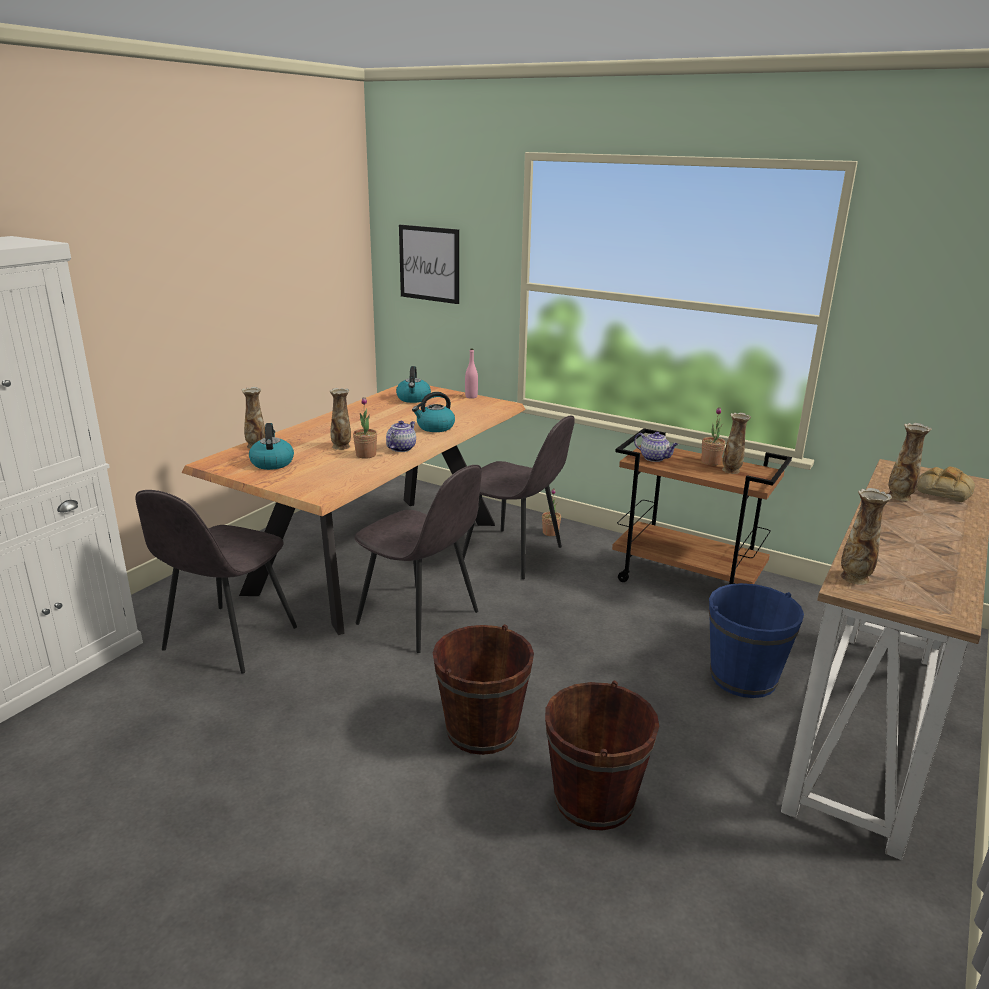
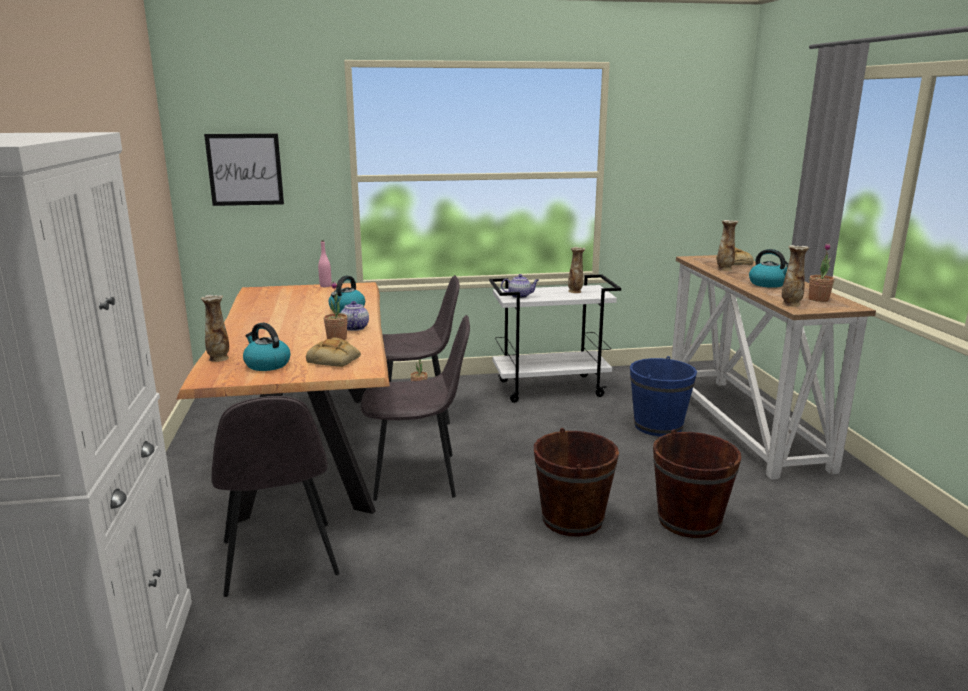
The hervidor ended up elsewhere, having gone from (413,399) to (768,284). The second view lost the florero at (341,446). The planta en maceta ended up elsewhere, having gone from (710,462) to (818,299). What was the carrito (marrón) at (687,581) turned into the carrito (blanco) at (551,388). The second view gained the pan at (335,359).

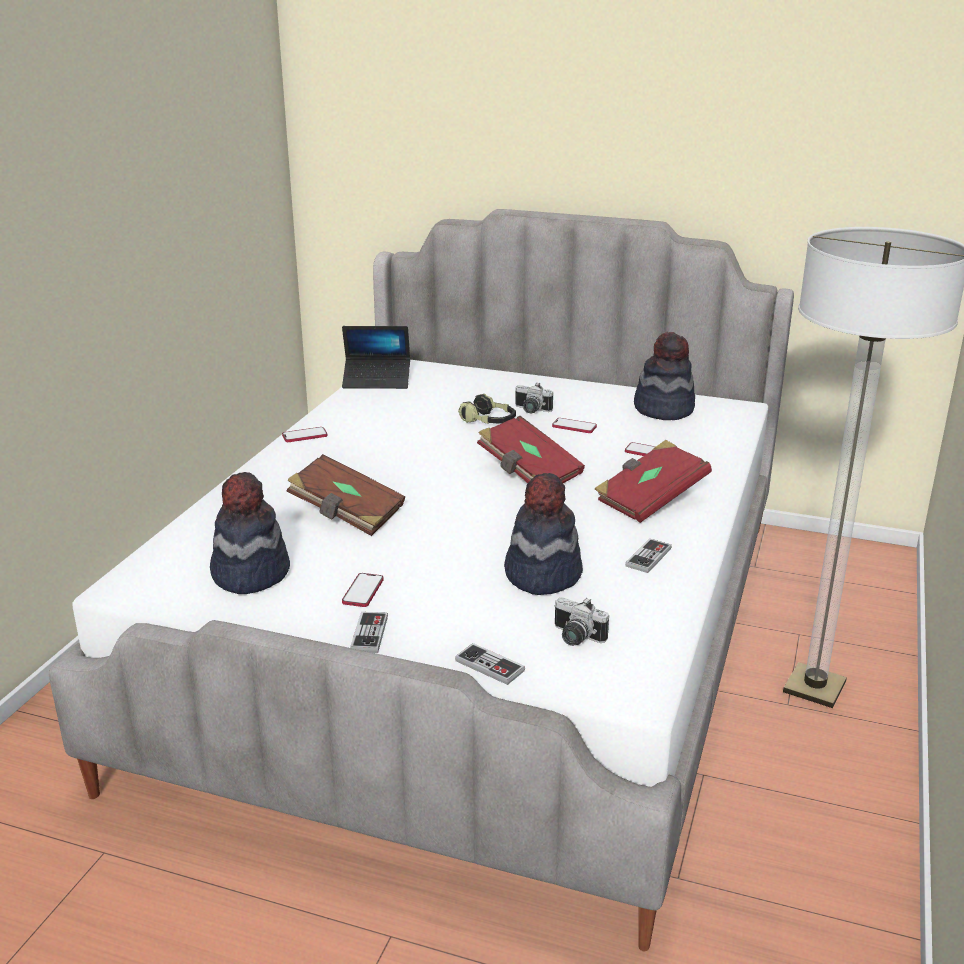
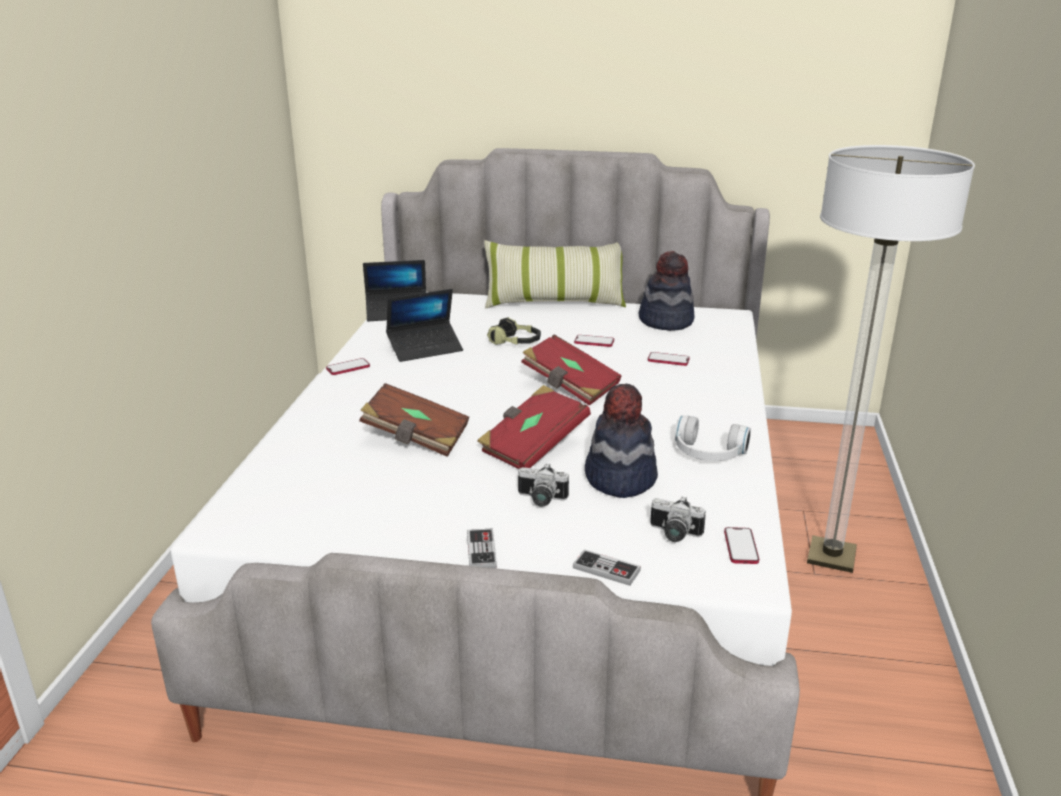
The cámara ended up elsewhere, having gone from (531,410) to (540,500). The libro (rojo) ended up elsewhere, having gone from (650,500) to (533,446). The second view lost the sombrero at (250,573). Where the mando de consola stood at (648,557), the auriculares (blanco) came to stand at (708,454). The móvil ended up elsewhere, having gone from (363,591) to (741,547). The second view gained the cojín at (554,302). The second view gained the portátil at (425,348).

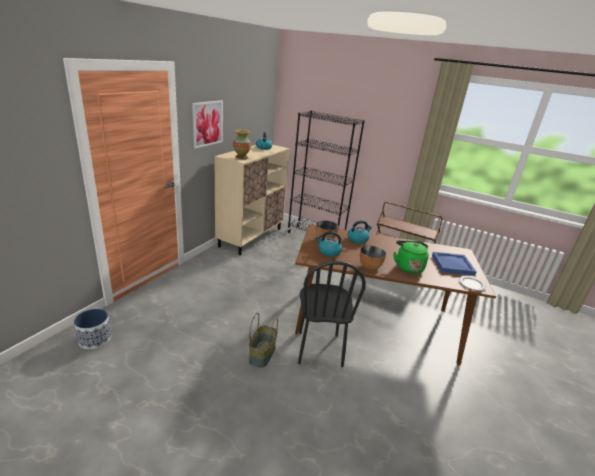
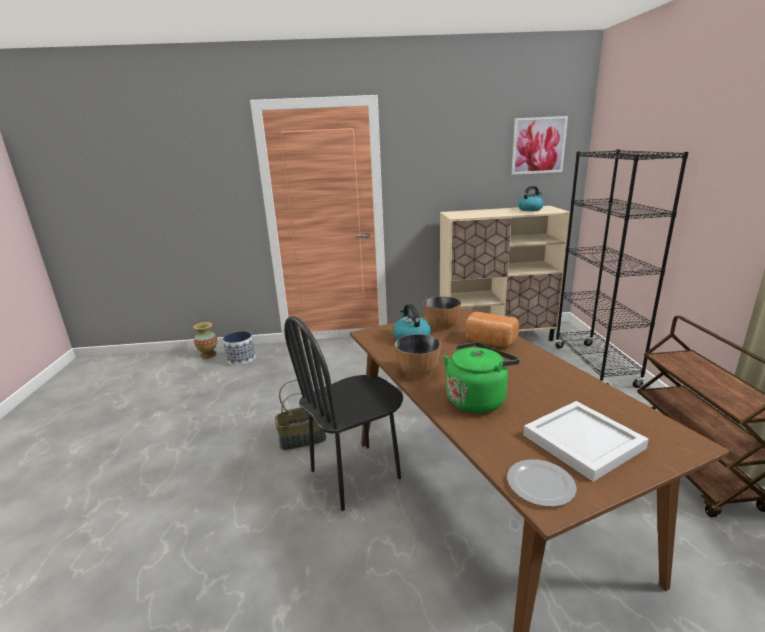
The cuadro ended up elsewhere, having gone from (207,123) to (538,145). The florero ended up elsewhere, having gone from (241,158) to (208,355). Where the hervidor stood at (358,239), the pan came to stand at (489,341). What was the bandeja (azul) at (451,265) turned into the bandeja (blanco) at (582,440).

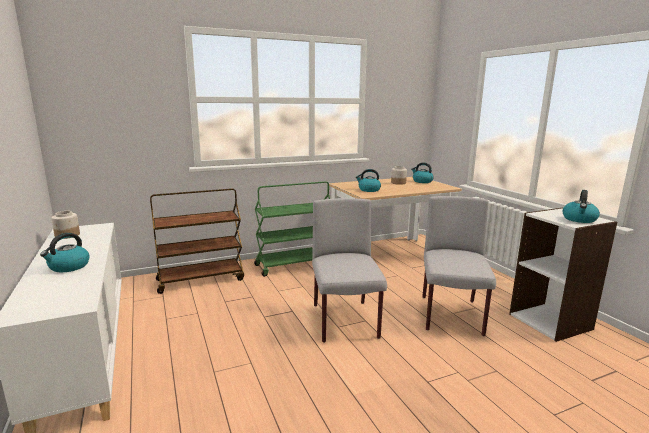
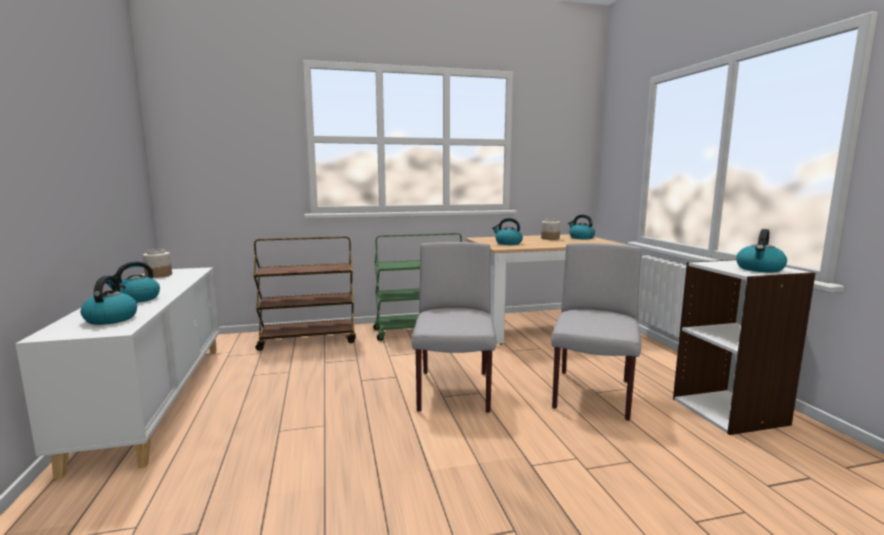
The second view gained the hervidor at (111,319).

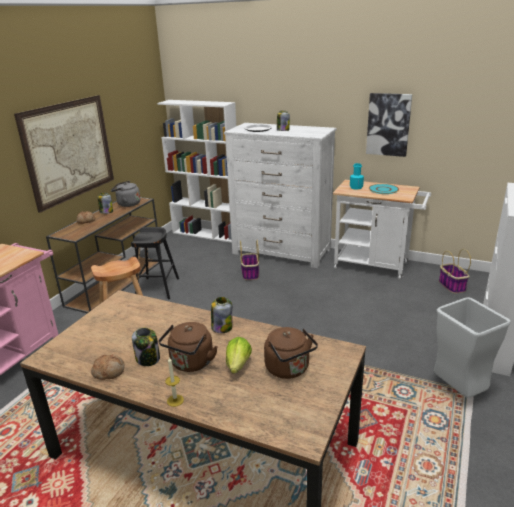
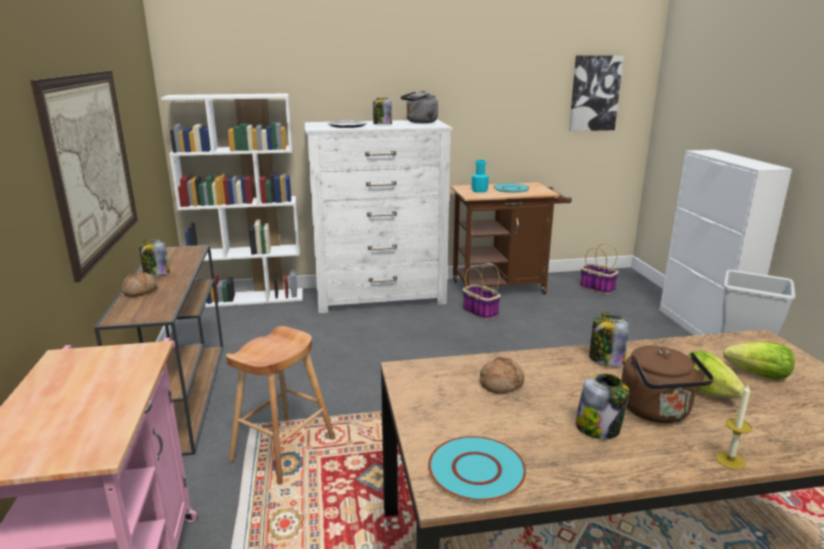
The cuadro ended up elsewhere, having gone from (388,124) to (594,93). What was the carrito (blanco) at (376,266) turned into the carrito (marrón) at (504,287). The hervidor (gris) ended up elsewhere, having gone from (127,204) to (420,122). The second view lost the taburete (negro) at (157,288). The cesta ended up elsewhere, having gone from (250,273) to (479,312). Where the hervidor (marrón) stood at (289,369), the lechuga came to stand at (758,375). The pan ended up elsewhere, having gone from (109,371) to (500,383). The second view gained the plato (turquesa) at (476,469).

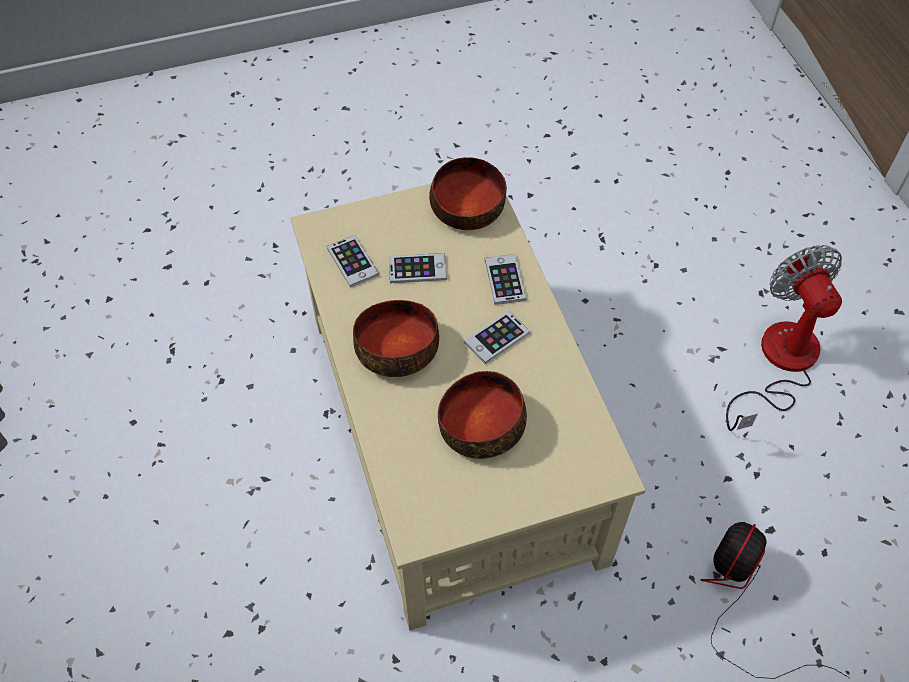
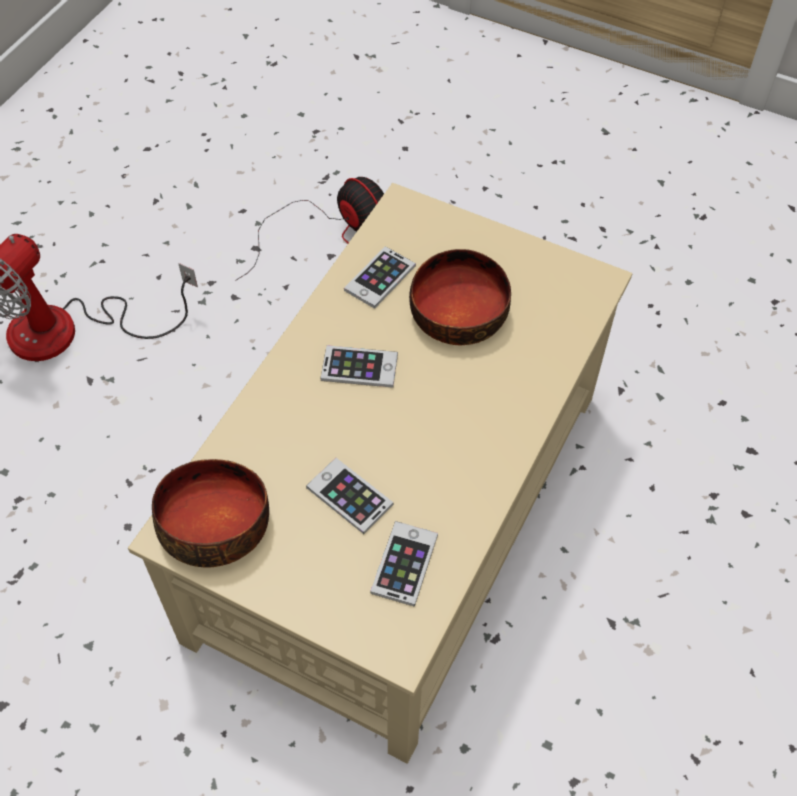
The móvil ended up elsewhere, having gone from (505,280) to (380,278). The second view lost the cuenco at (398,348). The ventilador at (741,598) ended up facing another way, 120 degrees counterclockwise from before.

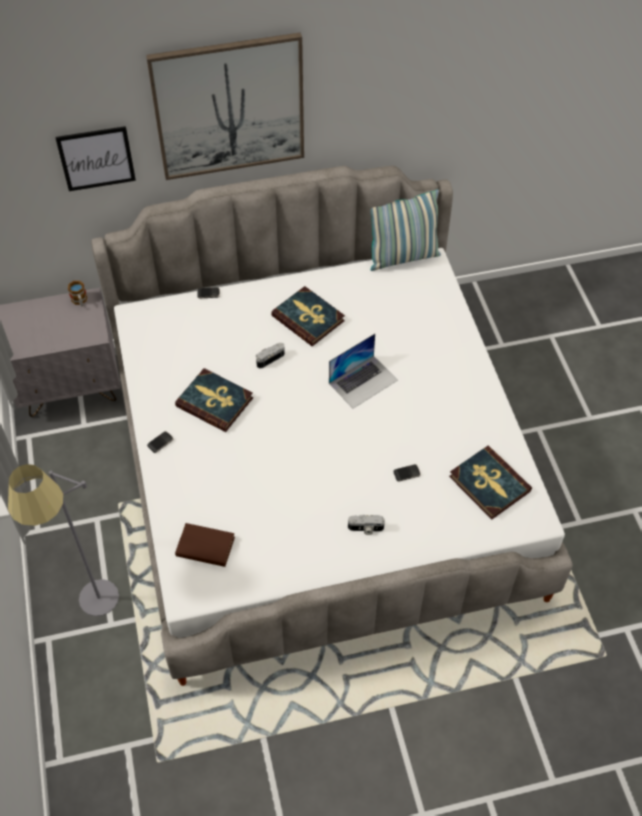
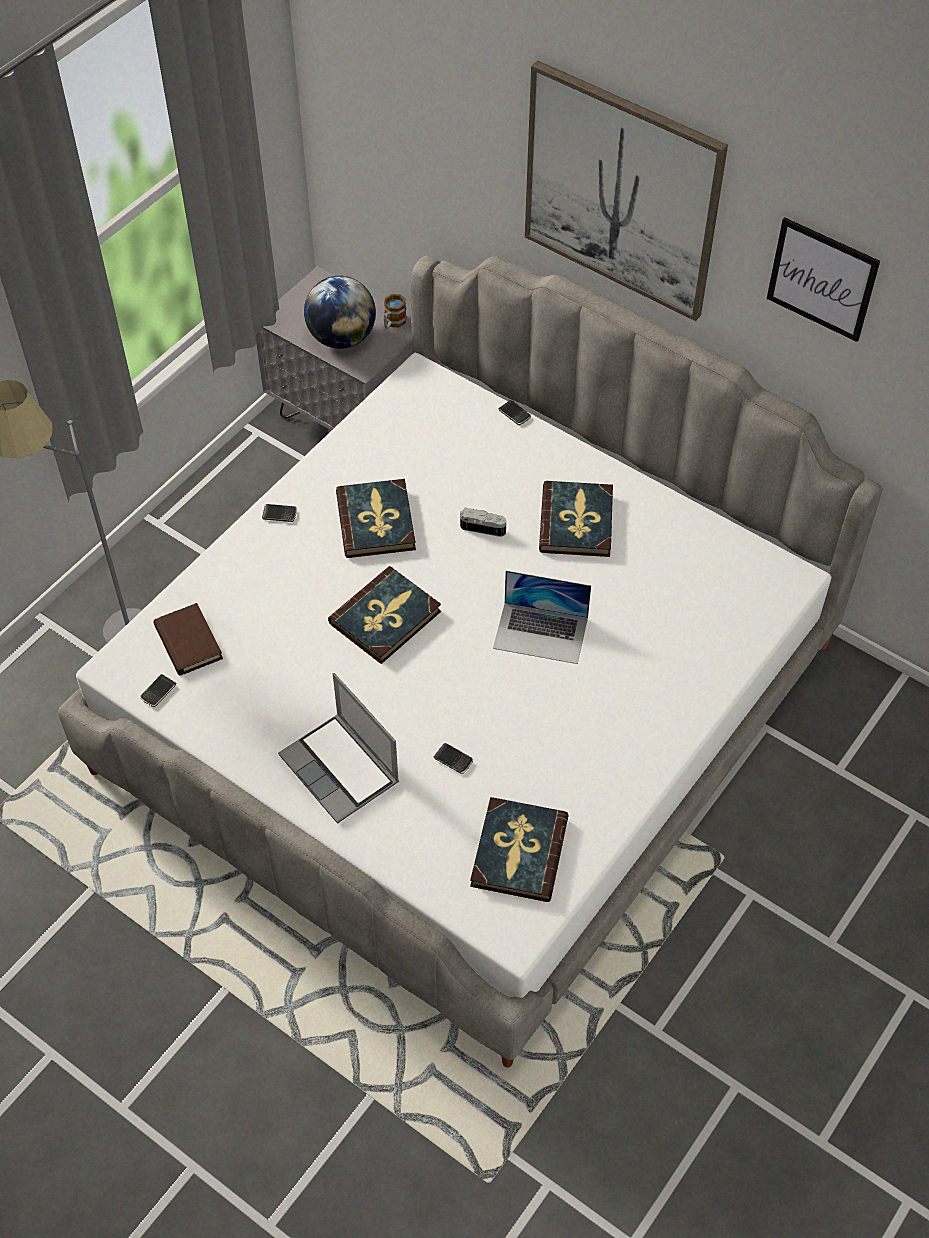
The cuadro ended up elsewhere, having gone from (96,158) to (822,279). The second view lost the cojín at (402,257). Where the cámara stood at (365,529), the portátil came to stand at (341,769). The second view gained the globo terráqueo at (341,338). The second view gained the libro at (385,618). The second view gained the móvil at (158,692).

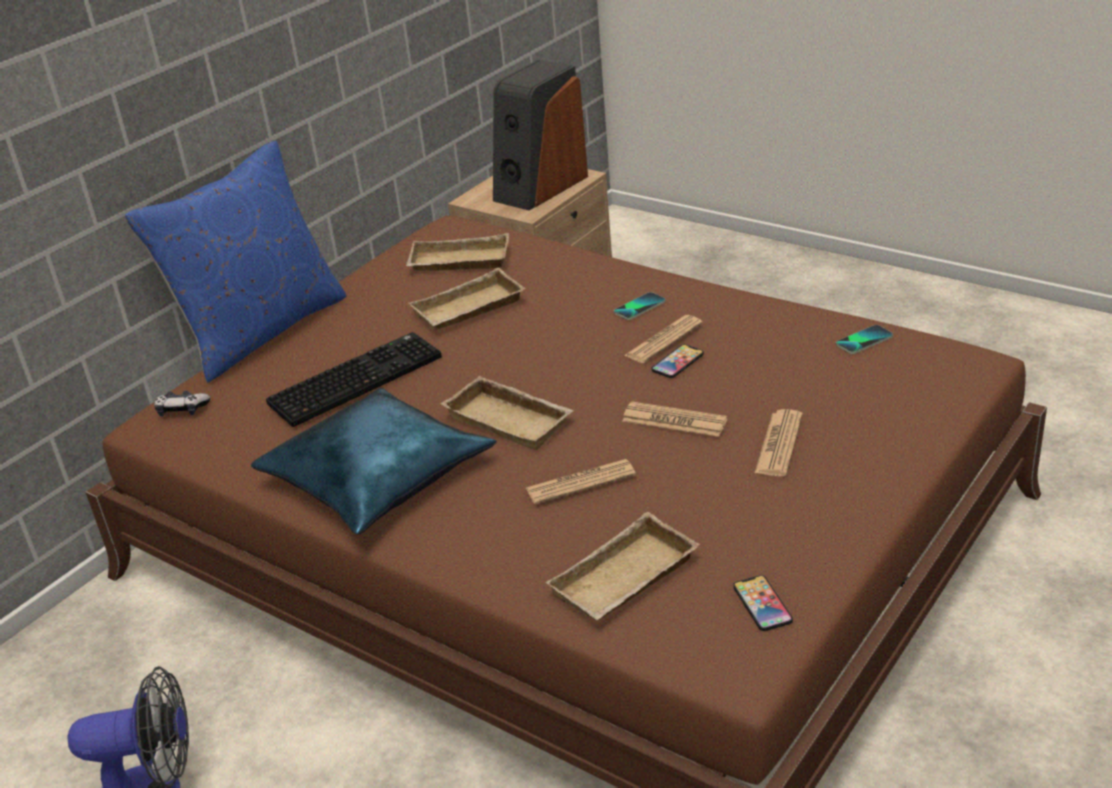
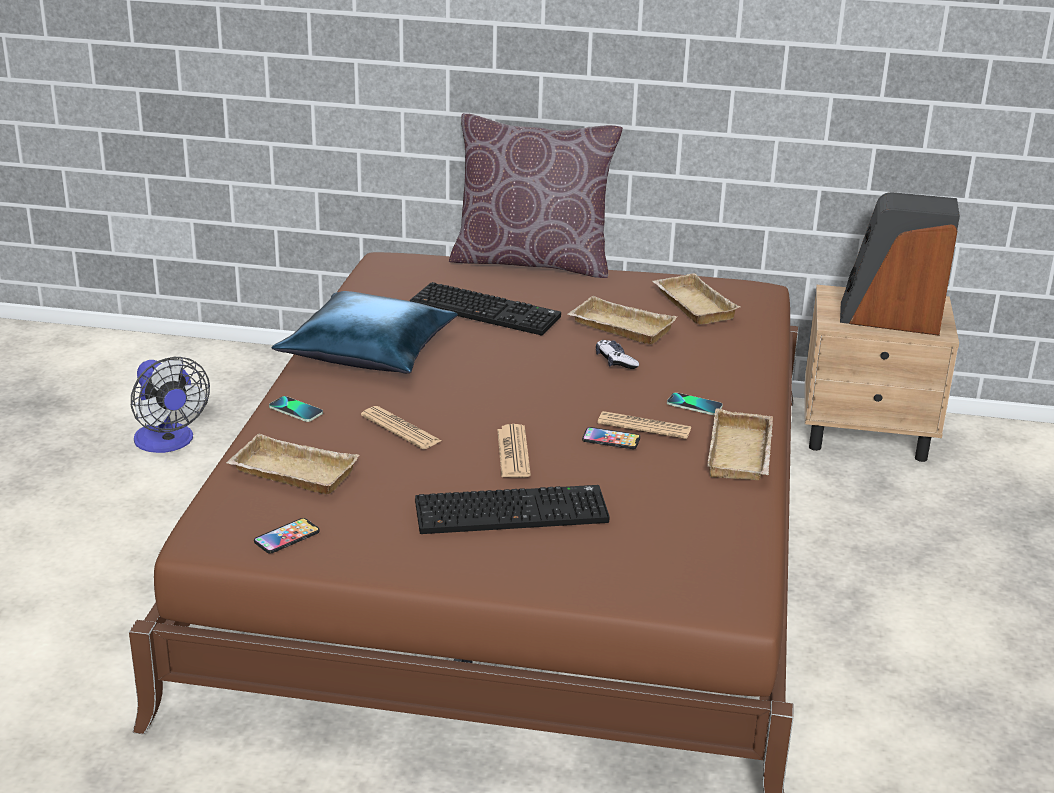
What was the cojín (azul) at (261,331) turned into the cojín (marrón) at (532,261). The móvil ended up elsewhere, having gone from (864,341) to (296,410). The bandeja (beis) ended up elsewhere, having gone from (511,419) to (742,455). The mando de consola ended up elsewhere, having gone from (182,410) to (615,361). Where the periódico stood at (779,444), the teclado came to stand at (513,511).

